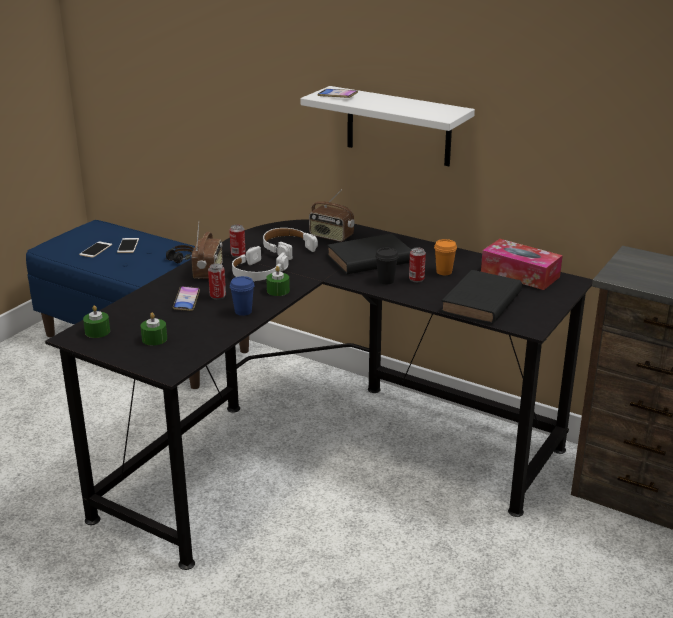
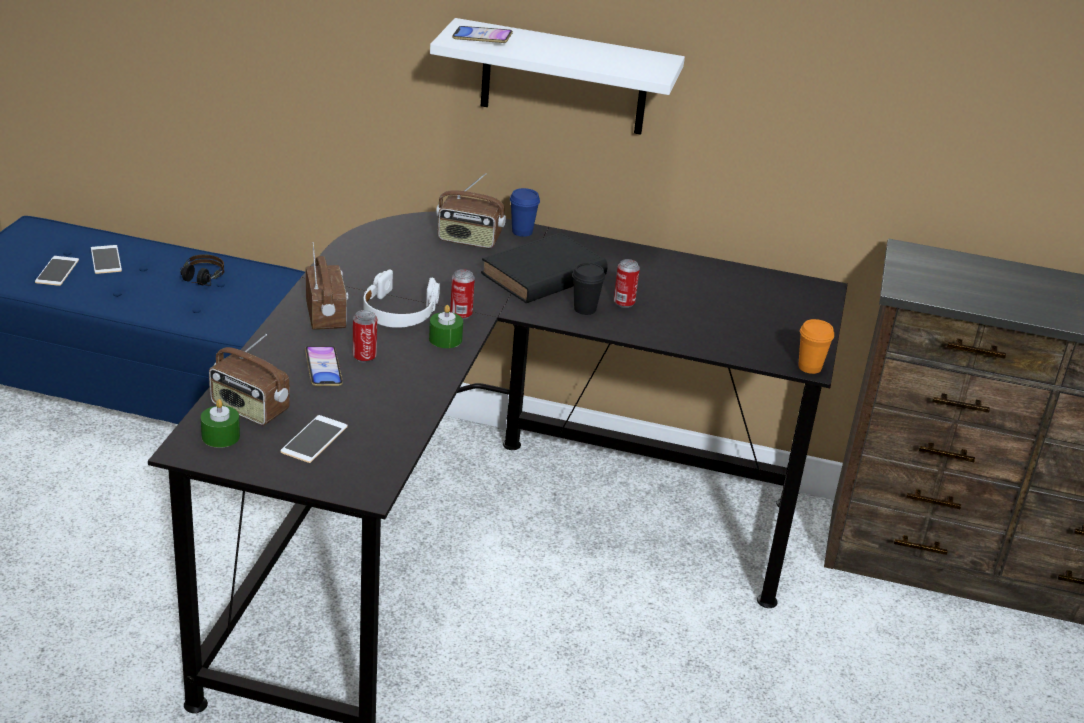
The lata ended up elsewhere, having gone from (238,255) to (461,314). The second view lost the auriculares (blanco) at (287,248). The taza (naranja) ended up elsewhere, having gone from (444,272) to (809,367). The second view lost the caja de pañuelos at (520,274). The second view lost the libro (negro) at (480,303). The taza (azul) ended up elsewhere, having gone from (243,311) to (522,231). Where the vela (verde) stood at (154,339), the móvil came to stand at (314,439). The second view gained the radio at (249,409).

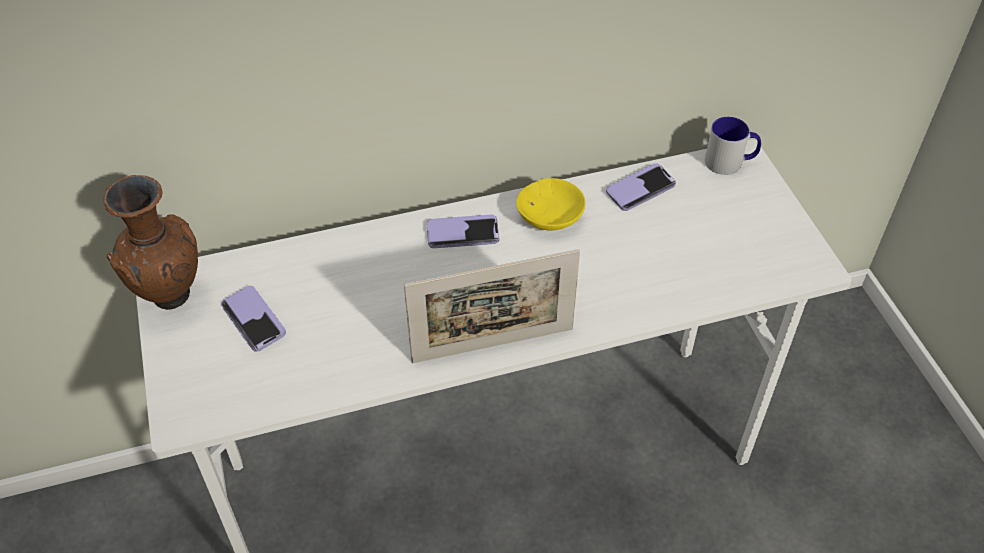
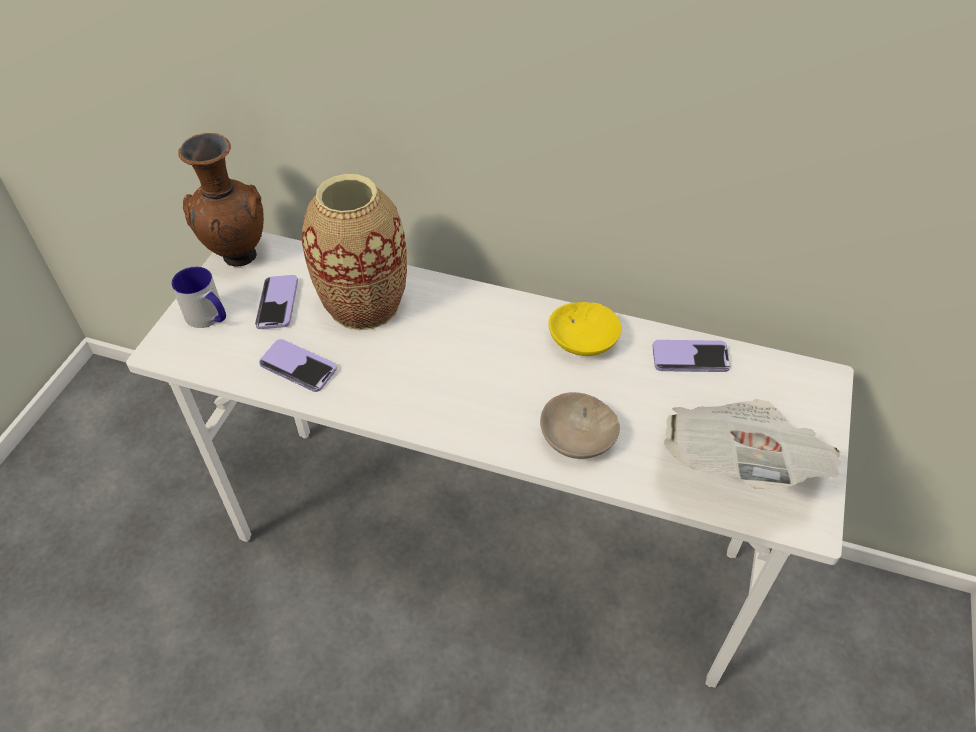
The taza grande ended up elsewhere, having gone from (730,162) to (209,317). The móvil ended up elsewhere, having gone from (462,233) to (298,367). The second view lost the portarretratos at (493,345). The second view gained the florero at (364,304). The second view gained the cuenco (beis) at (575,438). The second view gained the periódico at (738,465).

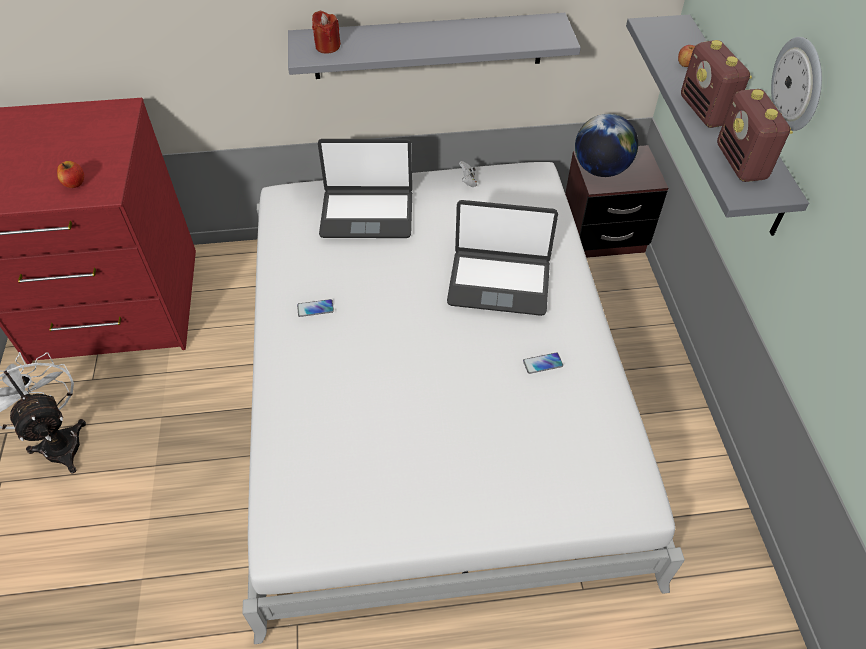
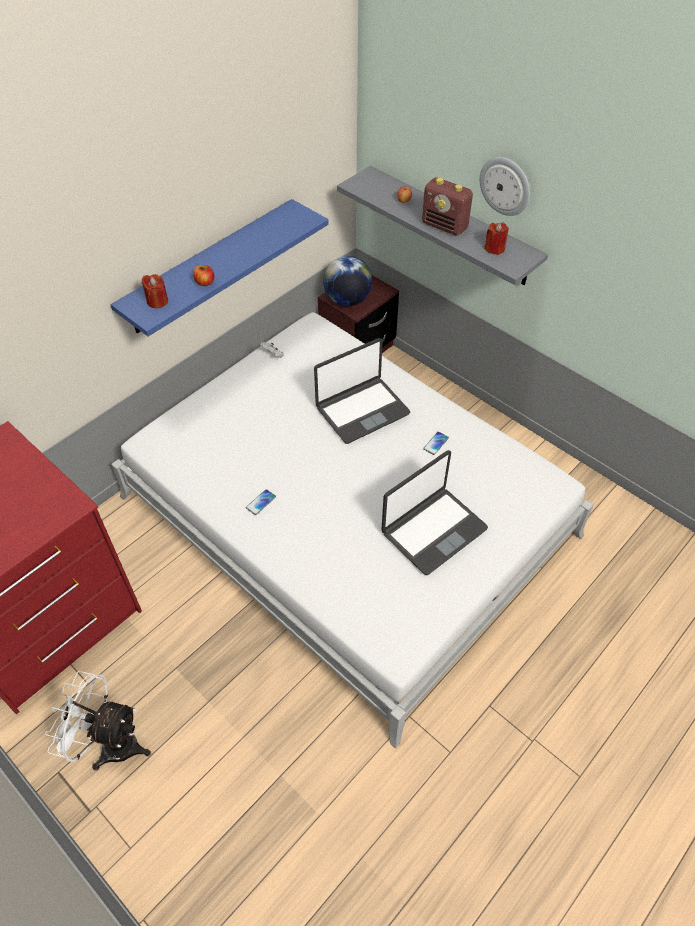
What was the estante (gris) at (428,46) turned into the estante (azul) at (210,266). Where the radio stood at (741,163), the vela (rojo) came to stand at (494,248). The portátil ended up elsewhere, having gone from (367,214) to (433,530). The manzana ended up elsewhere, having gone from (74,183) to (205,282).

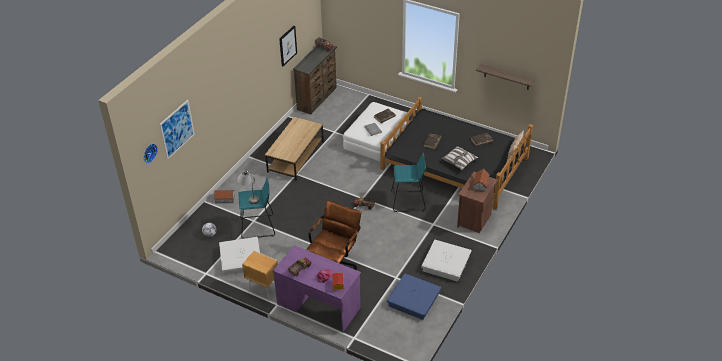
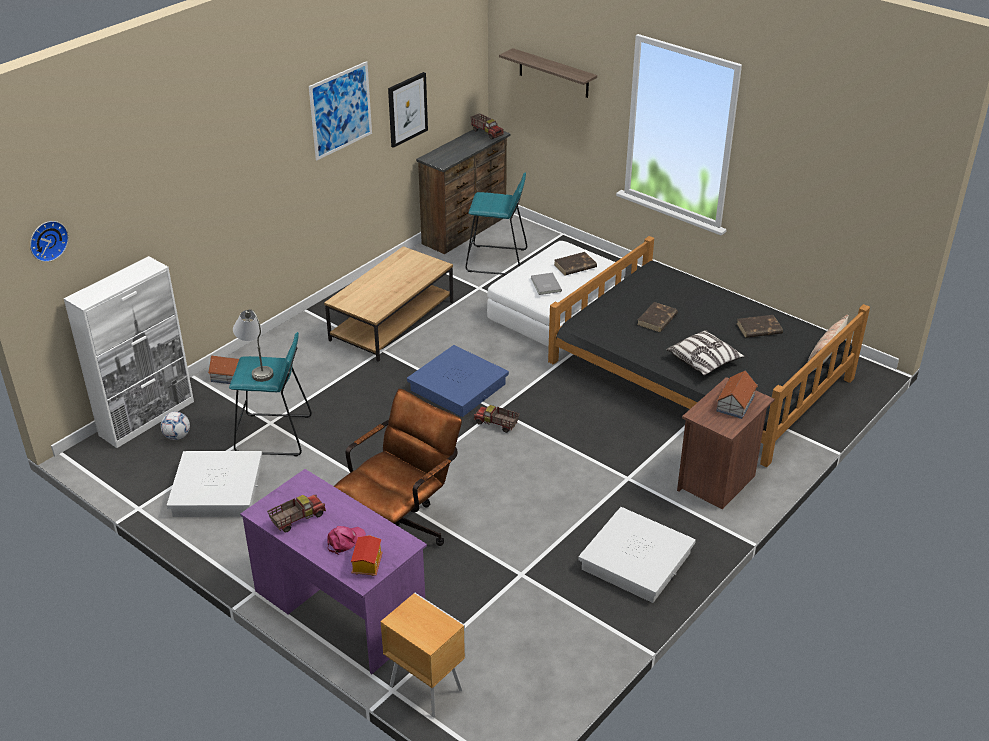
The estante ended up elsewhere, having gone from (506,77) to (553,73). The cuadro ended up elsewhere, having gone from (177,129) to (340,110). The taburete (turquesa) ended up elsewhere, having gone from (408,201) to (496,261). The mesita de noche (marrón) ended up elsewhere, having gone from (263,289) to (425,687). The caja de almacenaje (azul) ended up elsewhere, having gone from (413,300) to (457,387). The second view gained the armario (blanco) at (147,418).

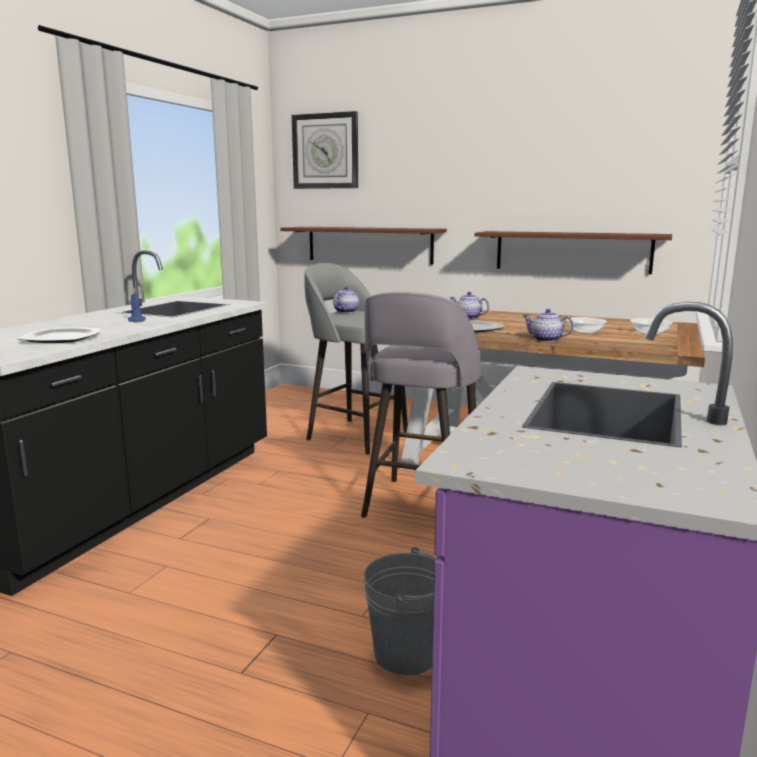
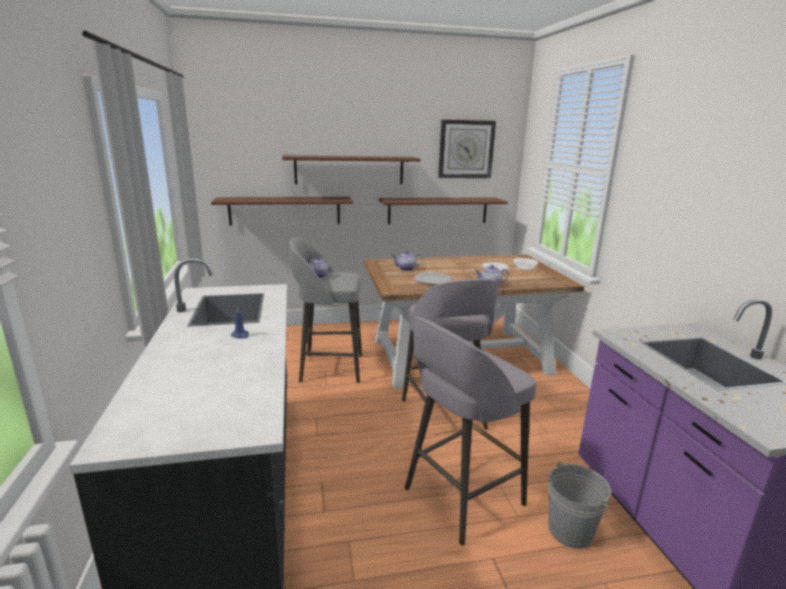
The reloj de pared ended up elsewhere, having gone from (325,151) to (466,149). The second view lost the plato at (62,338). The second view gained the estante (marrón) at (349,170). The second view gained the taburete (gris) at (460,498).

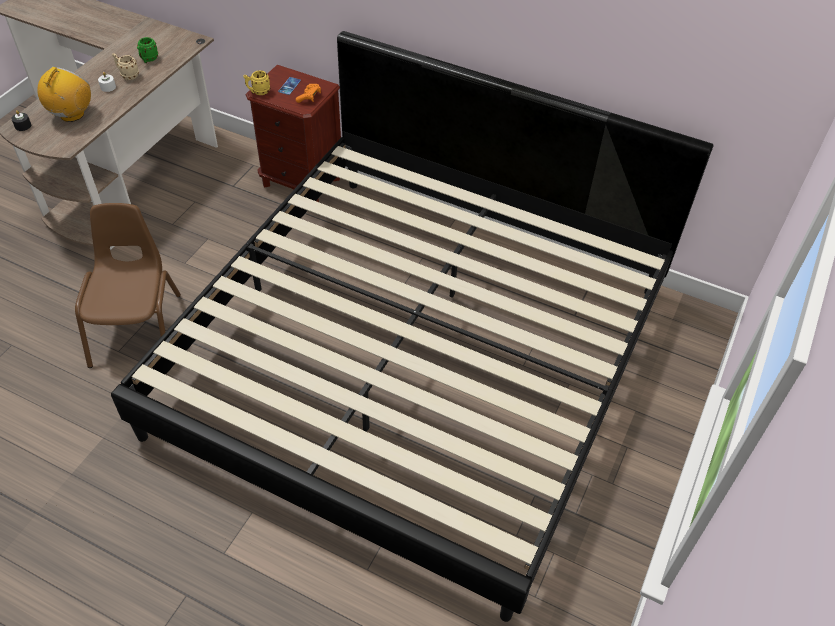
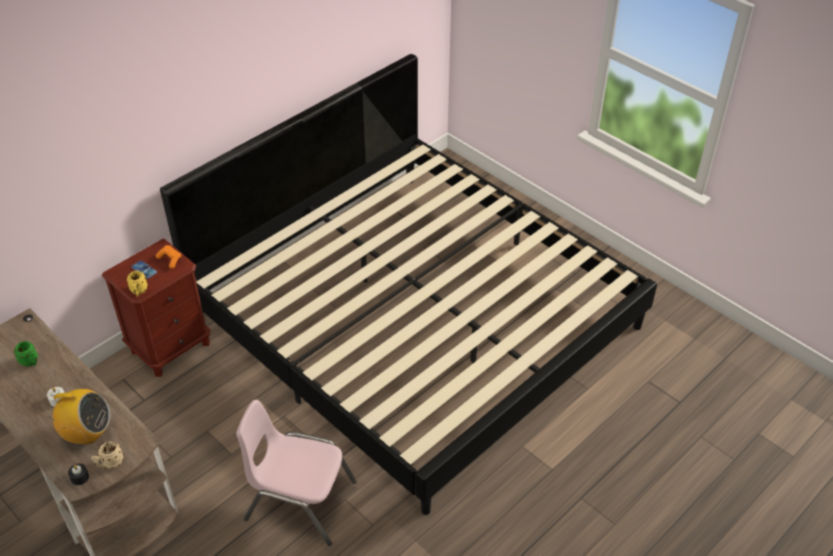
The taza grande (beis) ended up elsewhere, having gone from (127,75) to (110,464). The radio at (72,115) ended up facing another way, 150 degrees clockwise from before. What was the silla (marrón) at (138,329) turned into the silla (rosa) at (300,501).

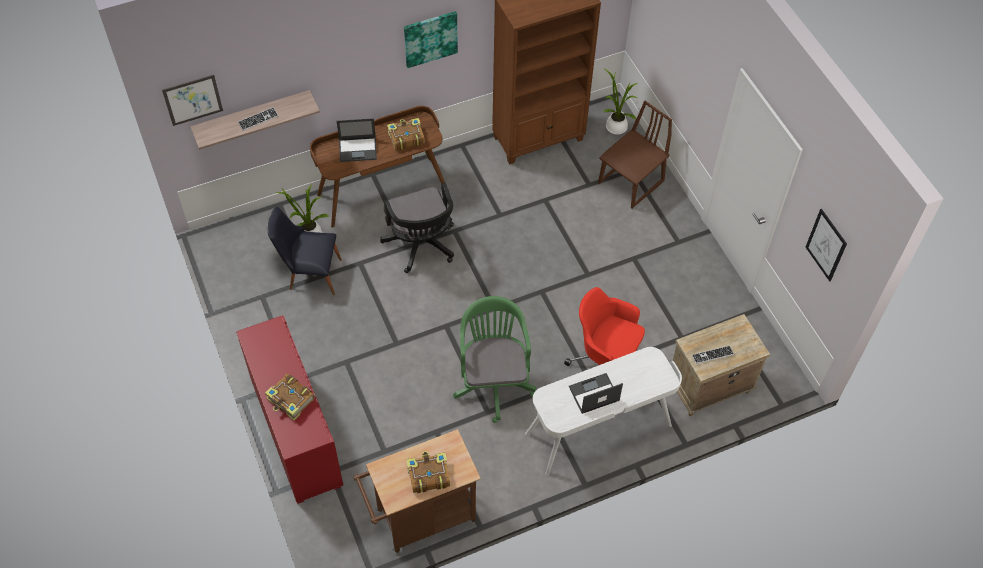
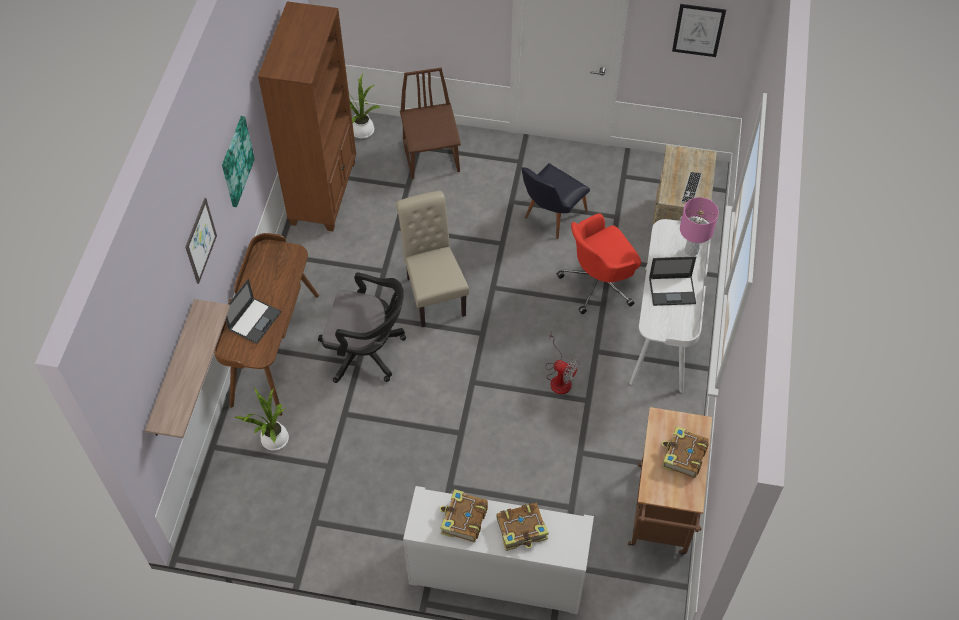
The cuadro ended up elsewhere, having gone from (193,99) to (200,241). The second view lost the teclado at (258,119). The libro ended up elsewhere, having gone from (406,138) to (463,520). The silla (negro) ended up elsewhere, having gone from (309,273) to (550,217). Where the silla de oficina (verde) stood at (493,381), the ventilador came to stand at (559,378). What was the armario (rojo) at (296,432) turned into the armario (blanco) at (497,573). The portátil at (593,394) ended up facing another way, 105 degrees counterclockwise from before. The second view gained the silla (beis) at (433,293). The second view gained the lámpara de mesa (rosa) at (691,251).

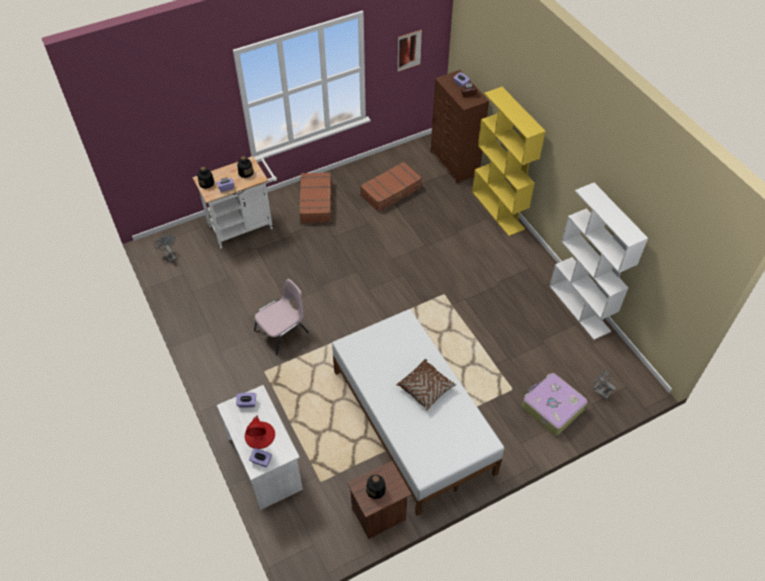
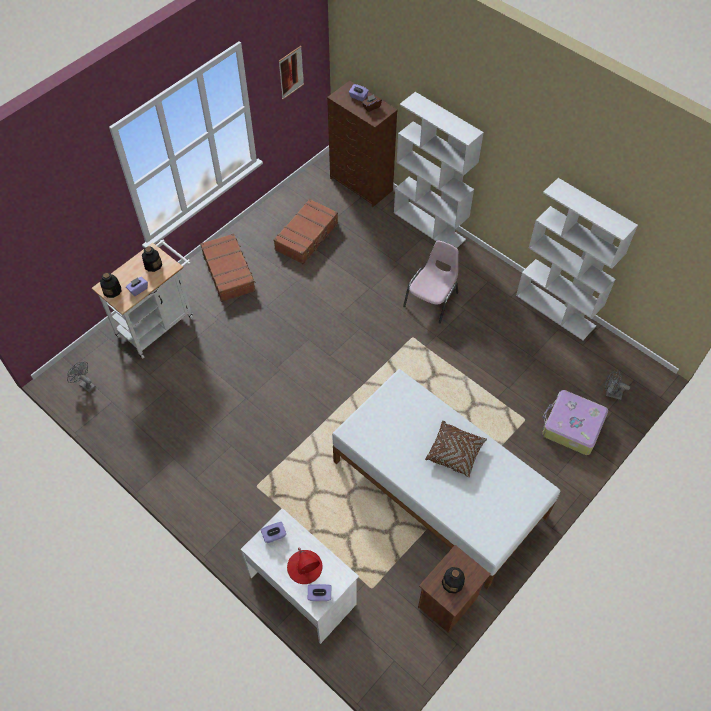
What was the estantería (amarillo) at (498,210) turned into the estantería (blanco) at (430,226). The silla (rosa) ended up elsewhere, having gone from (282,331) to (432,299).

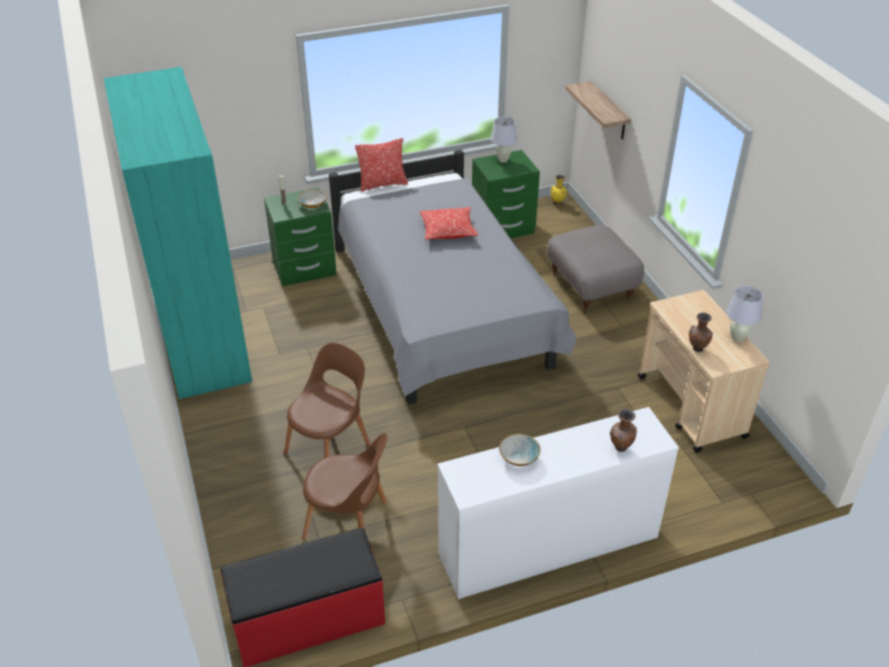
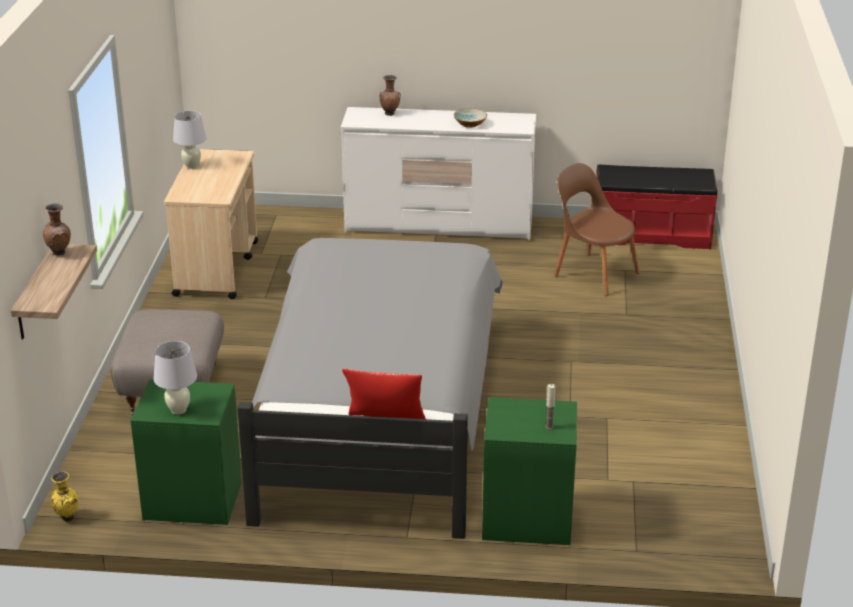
The second view lost the armario ropero (turquesa) at (202,336). The second view lost the cuenco at (312,204). The second view lost the cojín at (448,231). The florero (marrón) ended up elsewhere, having gone from (697,349) to (60,253). The second view lost the silla (marrón) at (330,446).

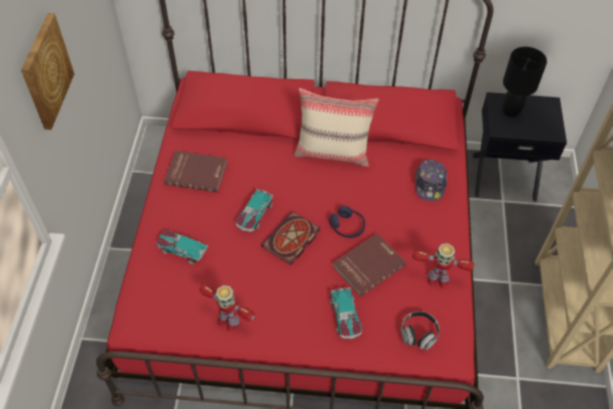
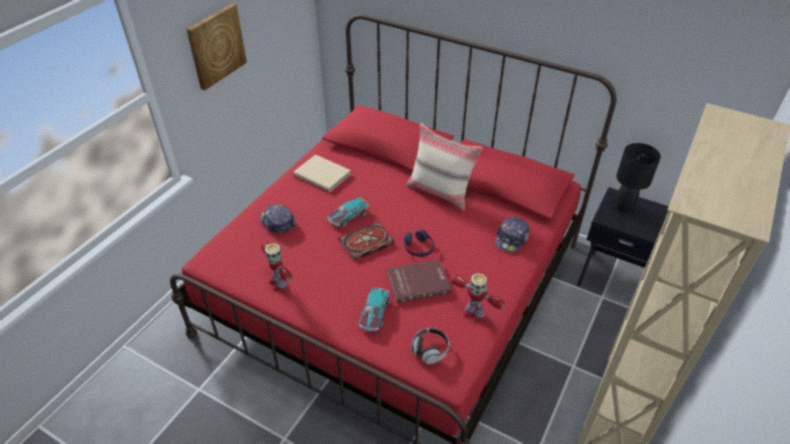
What was the libro (rojo) at (196,172) turned into the libro (beis) at (323,174). Where the coche de juguete stood at (182,249), the gorra came to stand at (277,222).

